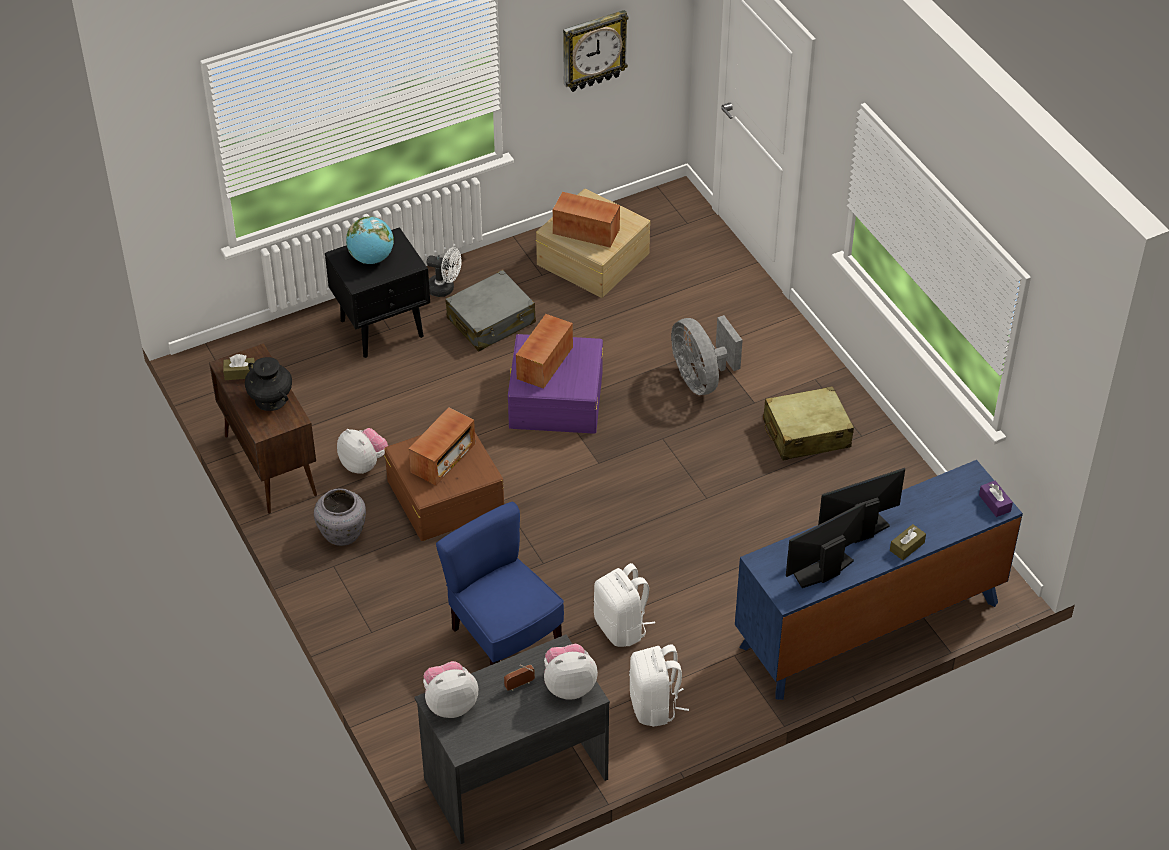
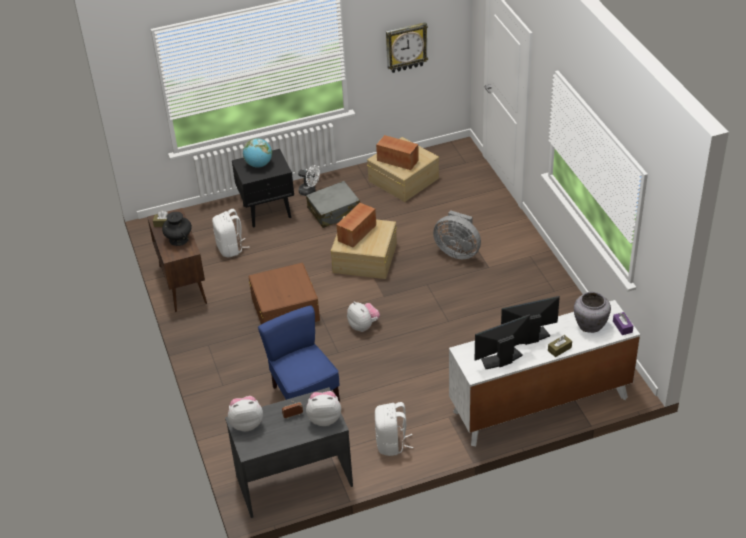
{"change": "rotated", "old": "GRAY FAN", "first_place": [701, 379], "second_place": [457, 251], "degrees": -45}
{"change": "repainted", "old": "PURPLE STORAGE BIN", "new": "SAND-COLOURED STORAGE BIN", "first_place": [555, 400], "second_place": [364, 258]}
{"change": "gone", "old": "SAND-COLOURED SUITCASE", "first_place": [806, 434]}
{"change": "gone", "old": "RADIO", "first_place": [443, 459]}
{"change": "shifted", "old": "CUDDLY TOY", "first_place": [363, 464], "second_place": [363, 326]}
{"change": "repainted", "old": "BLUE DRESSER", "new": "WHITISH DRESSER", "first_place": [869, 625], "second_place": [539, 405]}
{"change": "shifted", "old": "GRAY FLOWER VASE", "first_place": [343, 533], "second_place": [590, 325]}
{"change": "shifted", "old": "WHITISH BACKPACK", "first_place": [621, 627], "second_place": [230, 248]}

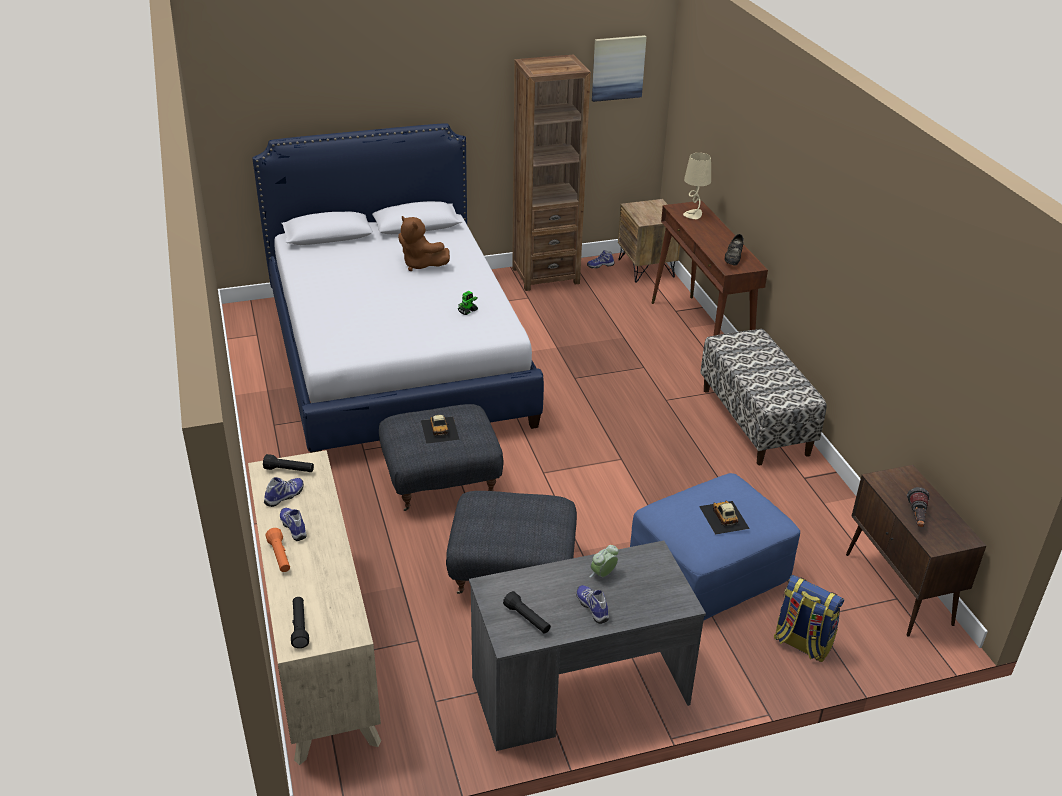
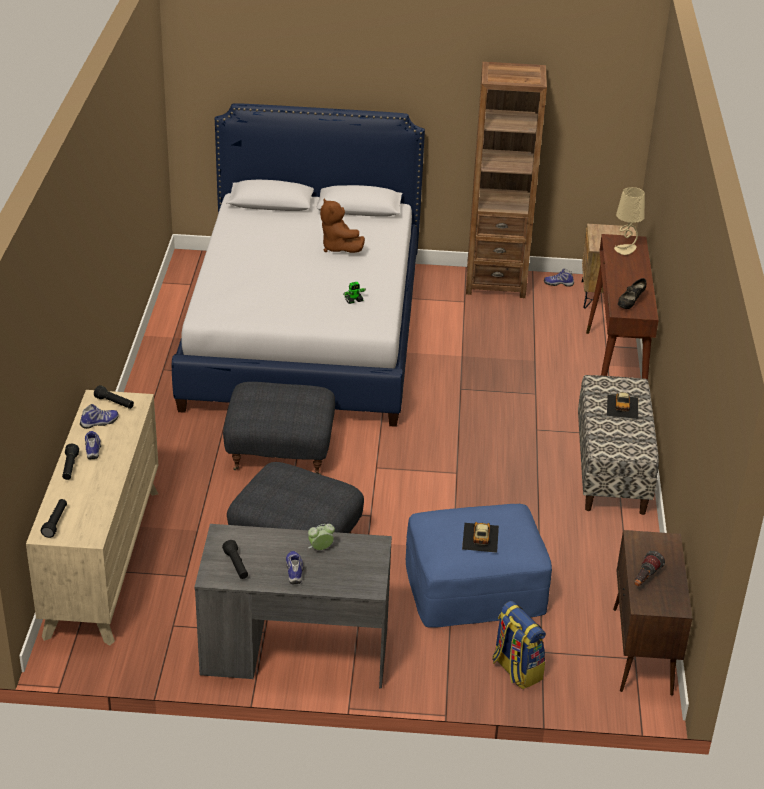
{"change": "gone", "old": "WALL ART", "first_place": [618, 68]}
{"change": "shifted", "old": "MINIATURE CAR", "first_place": [440, 429], "second_place": [622, 406]}
{"change": "repainted", "old": "ORANGEY TORCH", "new": "BLACK TORCH", "first_place": [280, 556], "second_place": [70, 467]}

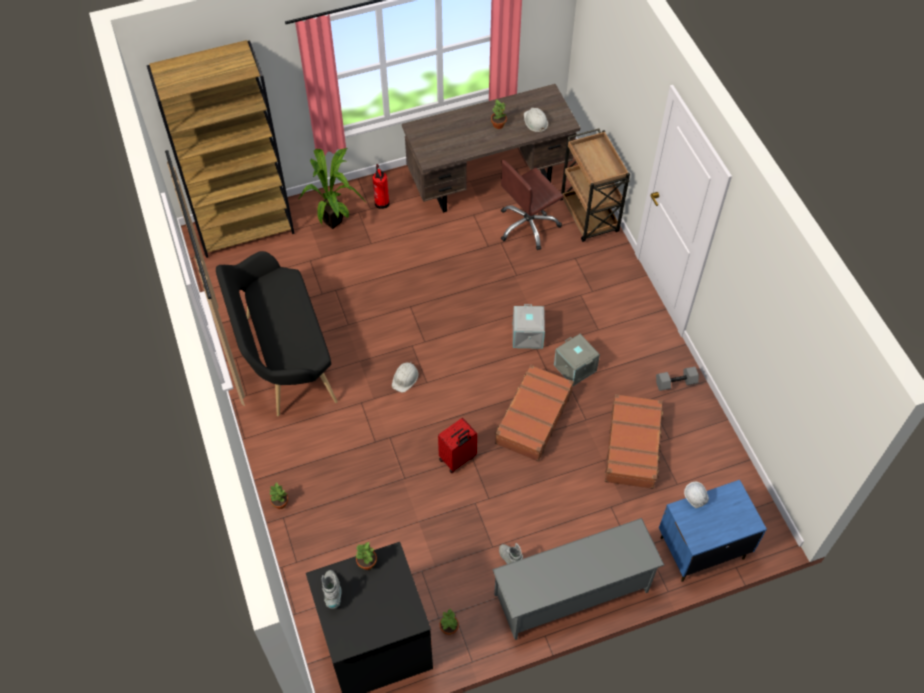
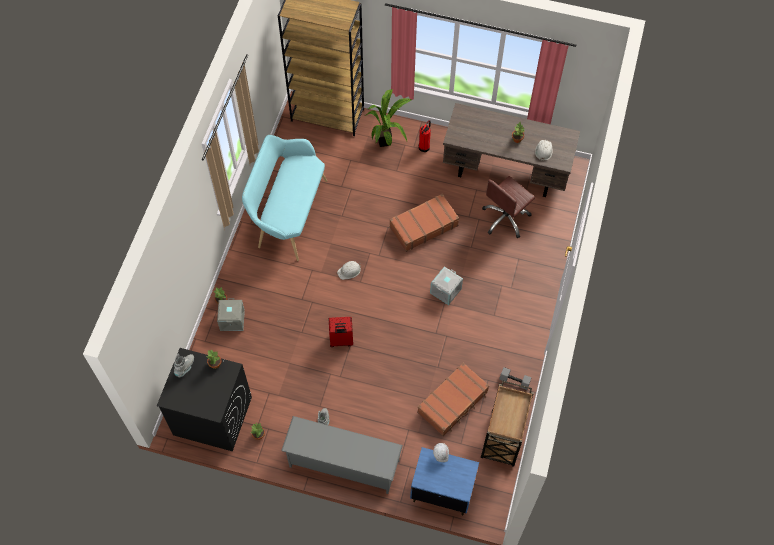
{"change": "shifted", "old": "BROWN-COLOURED TROLLEY", "first_place": [589, 216], "second_place": [502, 439]}
{"change": "rotated", "old": "BROWN-COLOURED COMPUTER CHAIR", "first_place": [528, 226], "second_place": [506, 218], "degrees": -45}
{"change": "repainted", "old": "BLACK BENCH", "new": "TURQUOISE-COLOURED BENCH", "first_place": [284, 358], "second_place": [288, 214]}
{"change": "shifted", "old": "GRAY STORAGE BIN", "first_place": [574, 368], "second_place": [231, 320]}
{"change": "shifted", "old": "BROWN-COLOURED SUITCASE", "first_place": [533, 418], "second_place": [423, 226]}

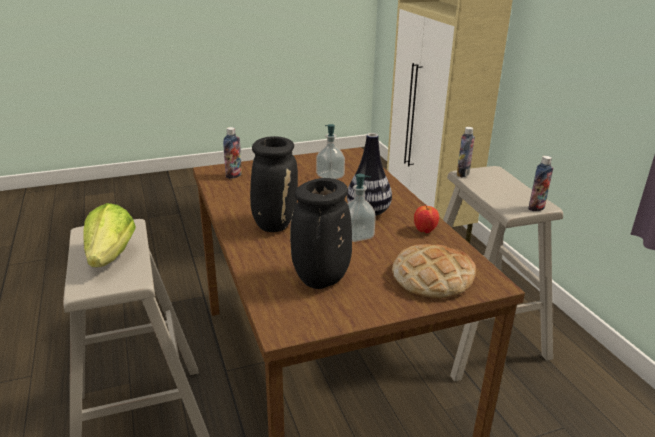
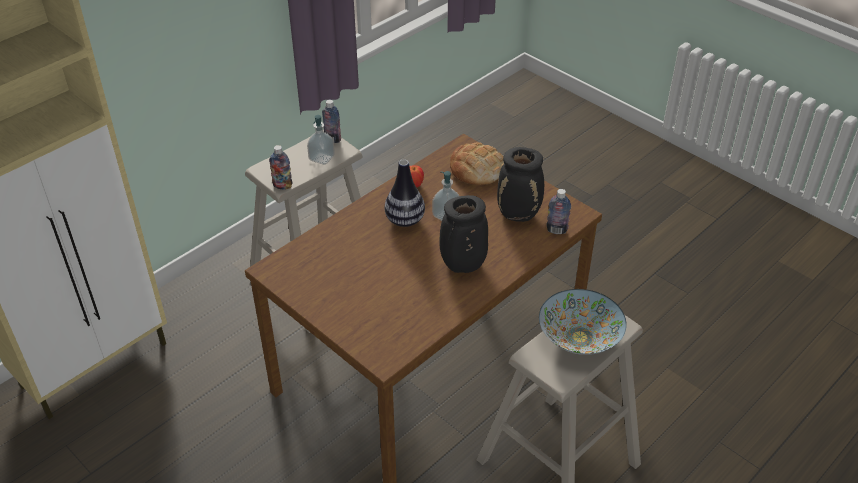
{"change": "shifted", "old": "LIQUID SOAP BOTTLE", "first_place": [330, 176], "second_place": [321, 158]}
{"change": "shifted", "old": "DRINK BOTTLE", "first_place": [234, 175], "second_place": [556, 230]}
{"change": "swapped", "old": "LETTUCE", "new": "SERVING BOWL", "first_place": [110, 257], "second_place": [579, 337]}

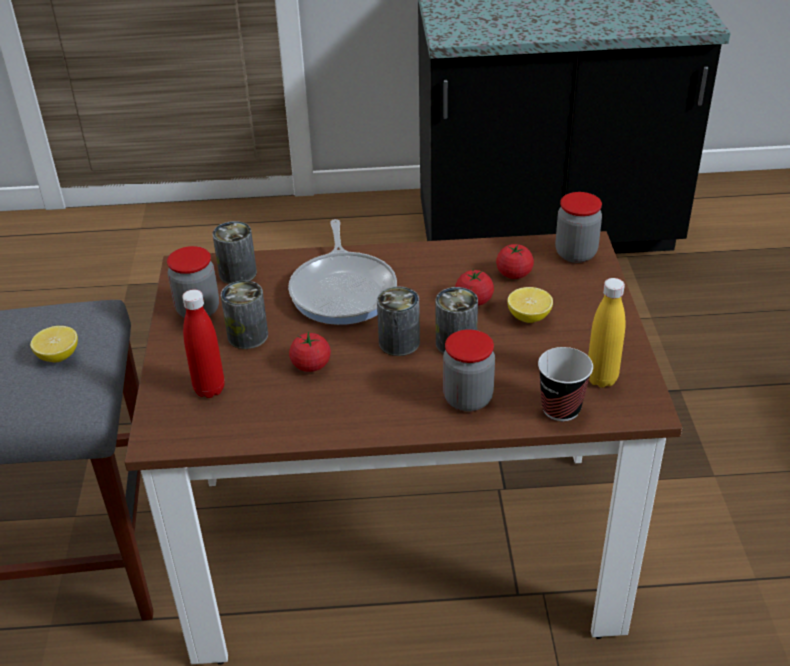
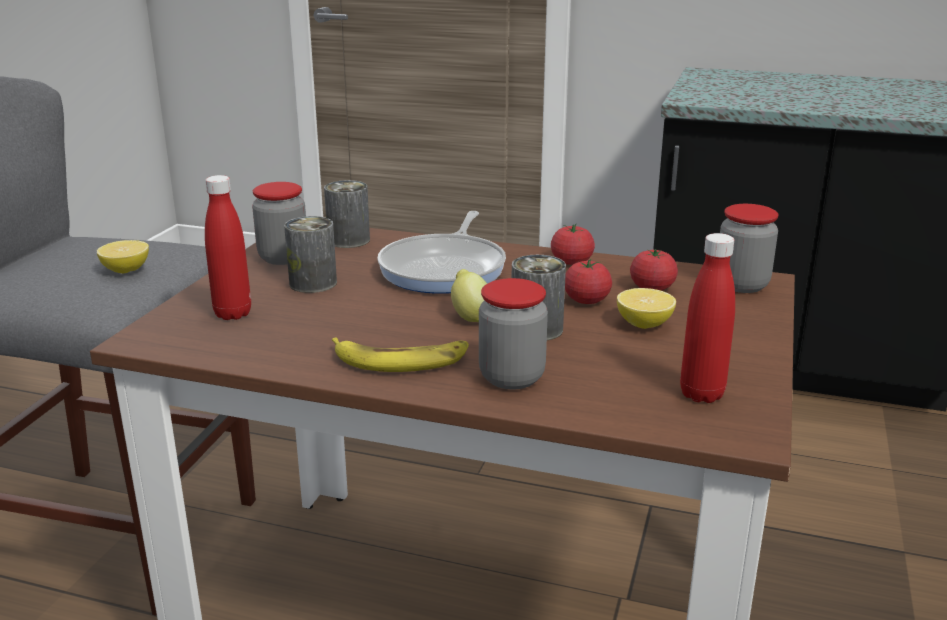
{"change": "repainted", "old": "YELLOW DRINK BOTTLE", "new": "RED-COLOURED DRINK BOTTLE", "first_place": [601, 379], "second_place": [701, 394]}
{"change": "swapped", "old": "METAL CAN", "new": "CITRUS FRUIT", "first_place": [399, 342], "second_place": [470, 317]}
{"change": "shifted", "old": "FRESH TOMATO", "first_place": [311, 365], "second_place": [571, 262]}
{"change": "gone", "old": "SMALL CUP", "first_place": [561, 408]}
{"change": "new", "new": "WHOLE BANANA", "second_place": [401, 360]}

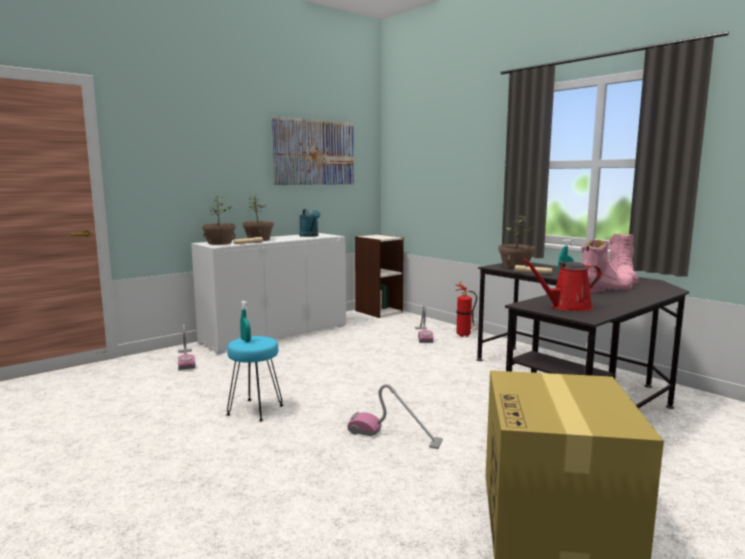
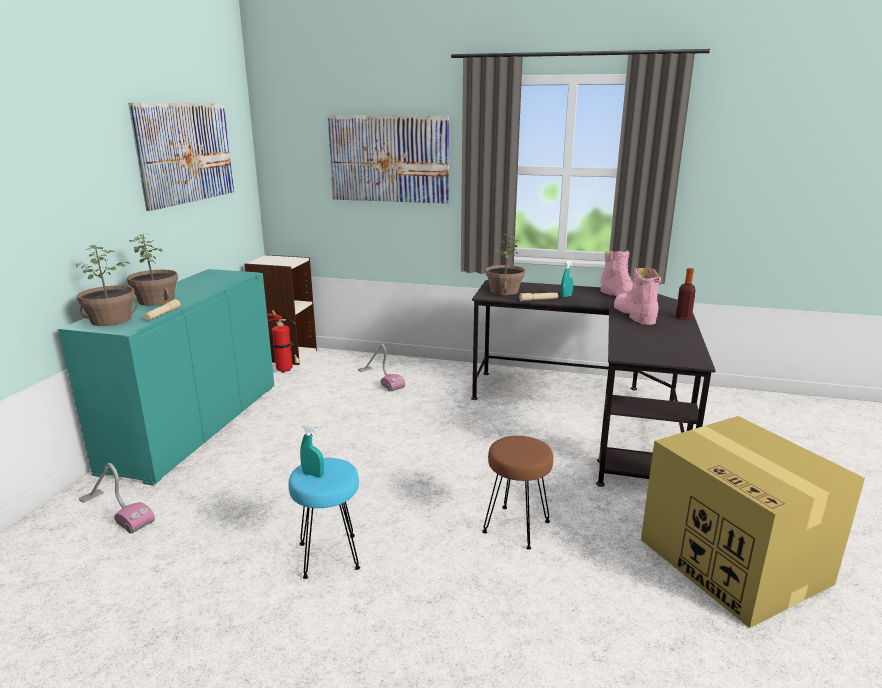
{"change": "gone", "old": "TURQUOISE-COLOURED WATERING CAN", "first_place": [310, 236]}
{"change": "repainted", "old": "WHITISH CUPBOARD", "new": "TURQUOISE-COLOURED CUPBOARD", "first_place": [275, 334], "second_place": [195, 426]}
{"change": "rotated", "old": "PINK-COLOURED BOOT", "first_place": [604, 289], "second_place": [634, 314], "degrees": -45}
{"change": "gone", "old": "RED-COLOURED WATERING CAN", "first_place": [567, 307]}
{"change": "shifted", "old": "EXTINGUISHER", "first_place": [465, 336], "second_place": [286, 370]}
{"change": "swapped", "old": "VACUUM CLEANER", "new": "BROWN-COLOURED SITTING STOOL", "first_place": [394, 436], "second_place": [517, 527]}
{"change": "new", "new": "WALL ART", "second_place": [388, 159]}
{"change": "new", "new": "DRINK BOTTLE", "second_place": [683, 317]}

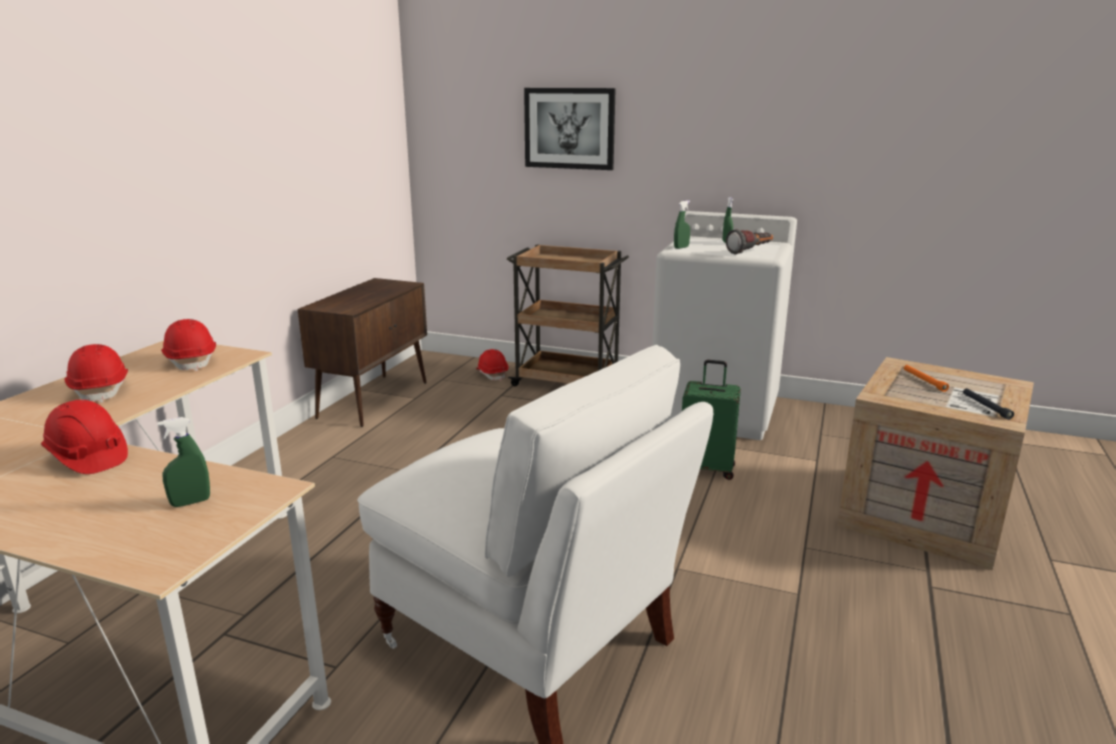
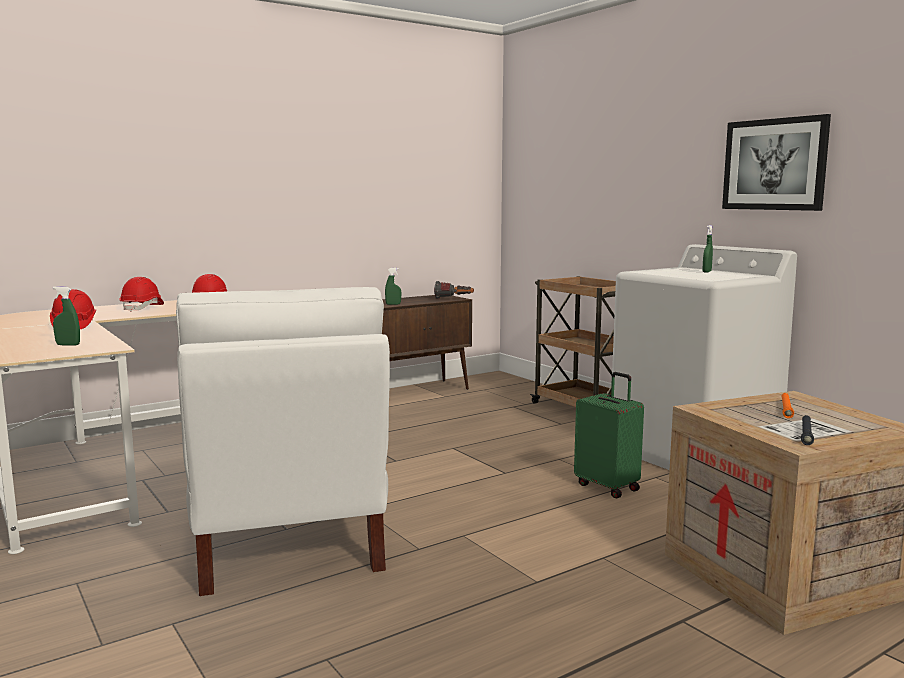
{"change": "shifted", "old": "WALL ART", "first_place": [569, 128], "second_place": [774, 164]}
{"change": "shifted", "old": "GREEN SPRAYER", "first_place": [681, 247], "second_place": [393, 304]}
{"change": "shifted", "old": "TORCH", "first_place": [751, 252], "second_place": [453, 299]}
{"change": "gone", "old": "RED-COLOURED SAFETY HELMET", "first_place": [492, 374]}

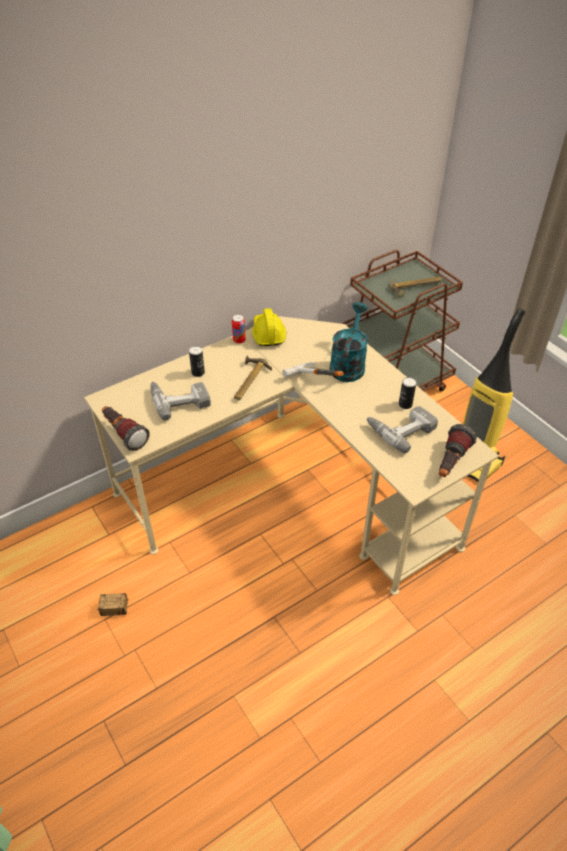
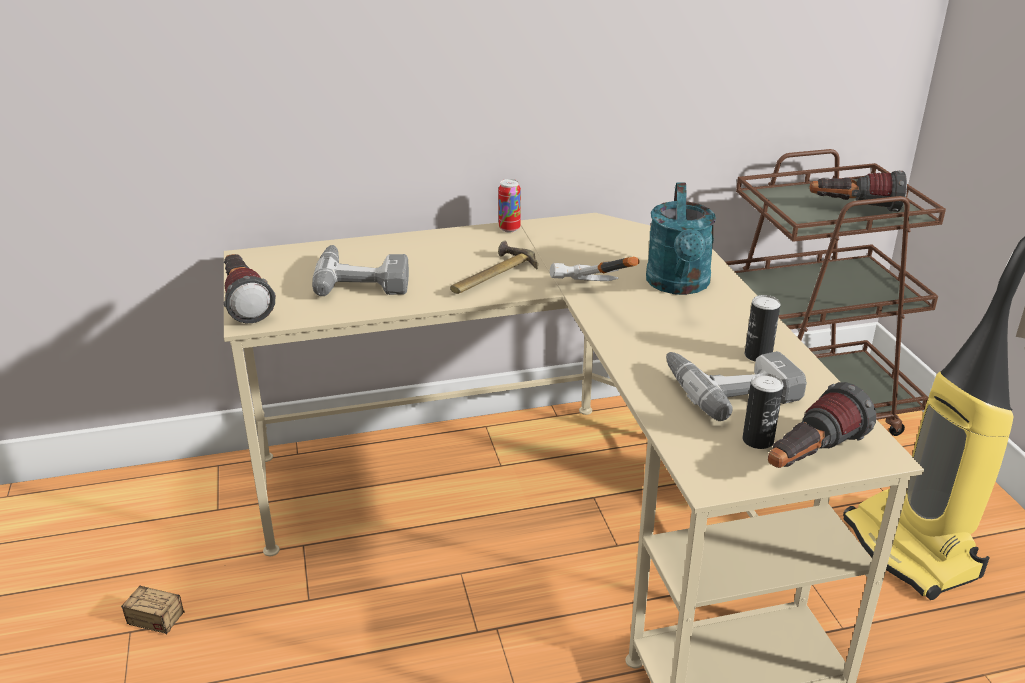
{"change": "swapped", "old": "TOOL HAMMER", "new": "TORCH", "first_place": [415, 287], "second_place": [853, 208]}
{"change": "rotated", "old": "TURQUOISE-COLOURED WATERING CAN", "first_place": [348, 364], "second_place": [679, 285], "degrees": 150}
{"change": "gone", "old": "YELLOW SAFETY HELMET", "first_place": [268, 333]}
{"change": "shifted", "old": "METAL CAN", "first_place": [198, 372], "second_place": [758, 440]}

